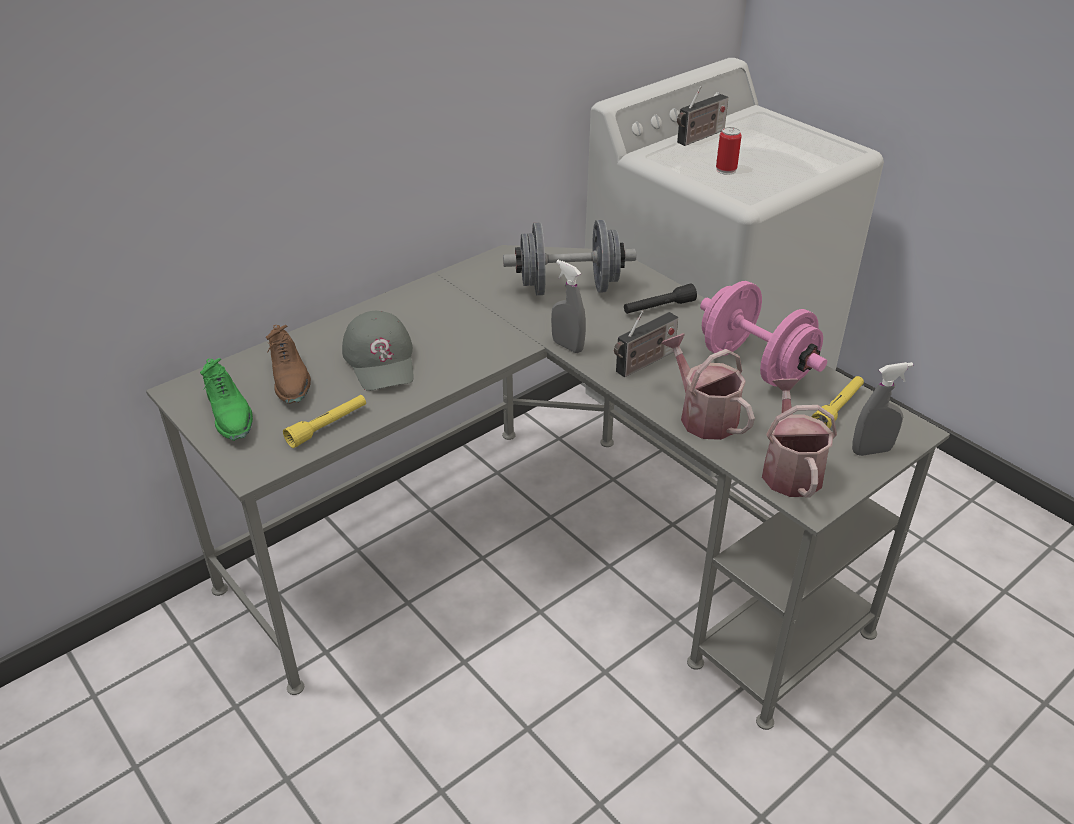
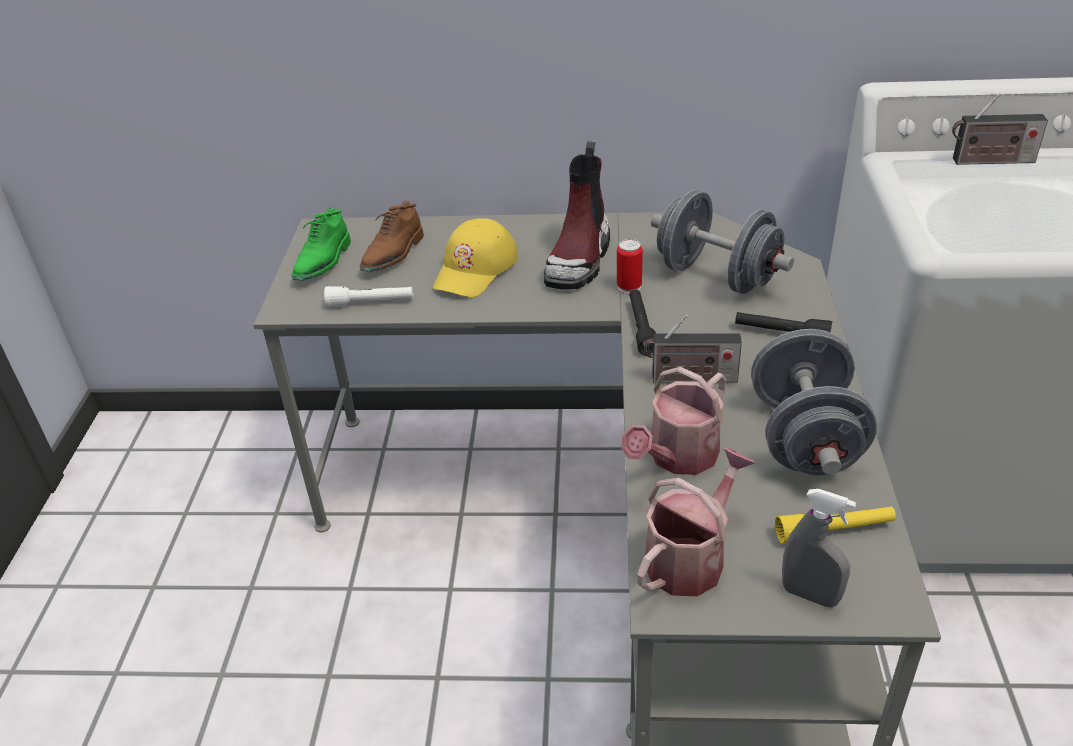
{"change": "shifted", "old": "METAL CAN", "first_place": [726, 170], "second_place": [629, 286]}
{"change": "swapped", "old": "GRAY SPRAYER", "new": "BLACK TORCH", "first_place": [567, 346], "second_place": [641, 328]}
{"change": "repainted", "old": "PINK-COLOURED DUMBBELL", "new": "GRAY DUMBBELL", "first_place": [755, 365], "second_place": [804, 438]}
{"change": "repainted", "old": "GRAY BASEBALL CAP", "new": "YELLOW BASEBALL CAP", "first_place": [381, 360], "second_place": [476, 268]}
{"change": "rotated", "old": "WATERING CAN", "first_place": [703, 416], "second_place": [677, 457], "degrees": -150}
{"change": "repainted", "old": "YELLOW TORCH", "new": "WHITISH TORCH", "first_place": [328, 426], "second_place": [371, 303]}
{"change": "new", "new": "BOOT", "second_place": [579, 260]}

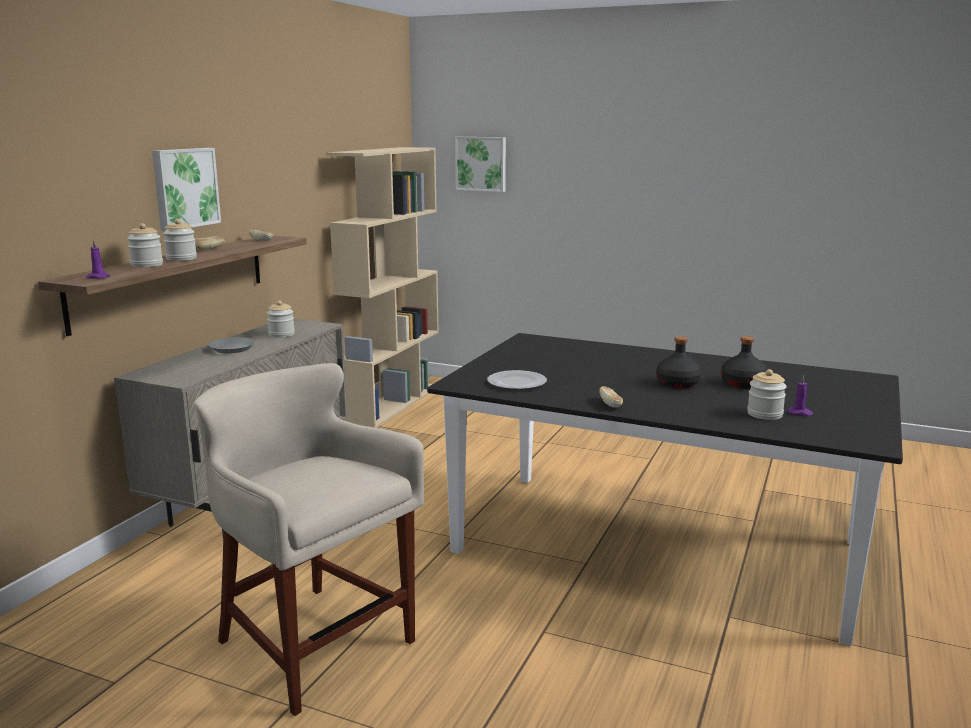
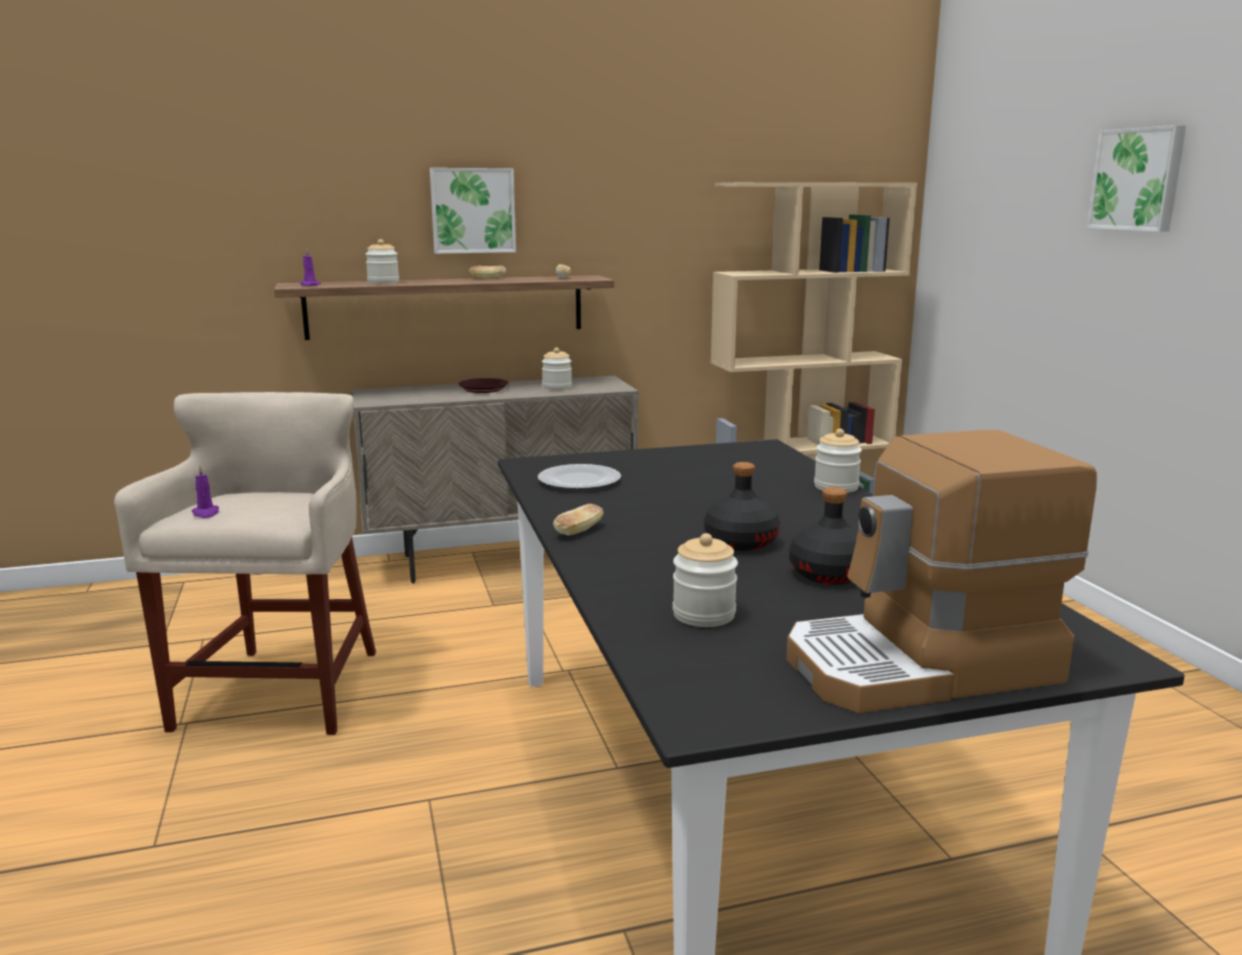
{"change": "shifted", "old": "WALL ART", "first_place": [481, 163], "second_place": [1138, 179]}
{"change": "shifted", "old": "PRESERVE JAR", "first_place": [181, 259], "second_place": [836, 487]}
{"change": "repainted", "old": "GRAY DINNER PLATE", "new": "BROWN-COLOURED DINNER PLATE", "first_place": [232, 349], "second_place": [483, 389]}
{"change": "shifted", "old": "PURPLE WAX CANDLE", "first_place": [800, 413], "second_place": [206, 513]}
{"change": "new", "new": "COFFEE BREWER", "second_place": [922, 666]}

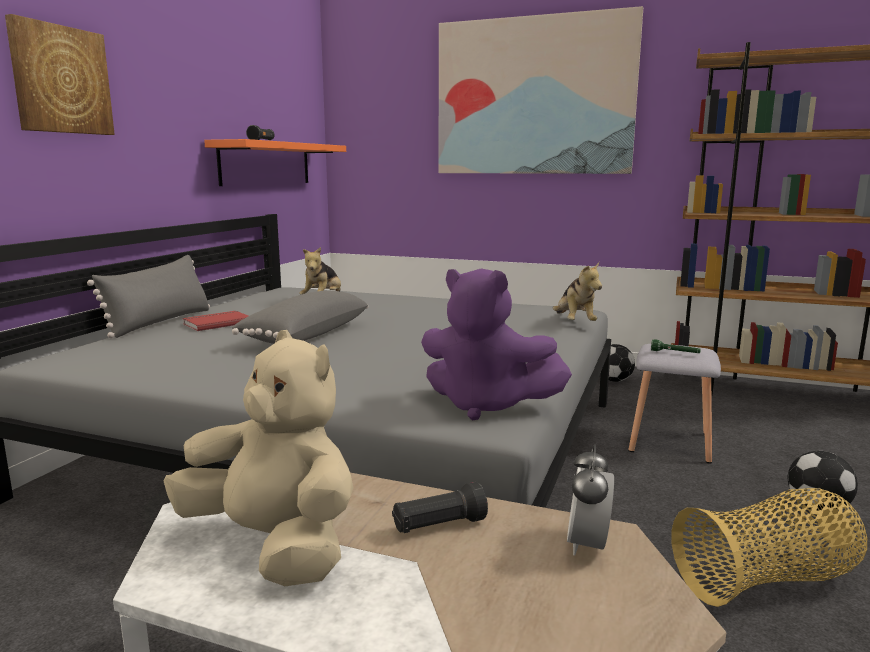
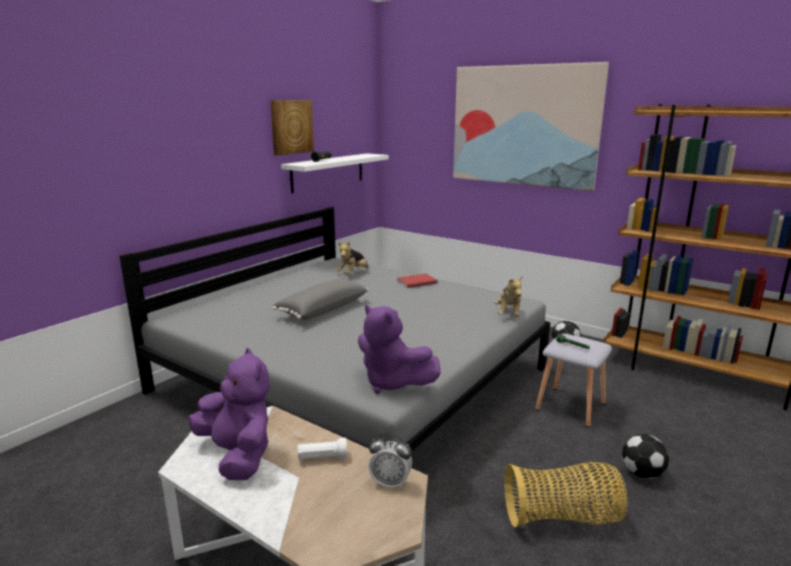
{"change": "shifted", "old": "WALL ART", "first_place": [61, 80], "second_place": [291, 127]}
{"change": "repainted", "old": "ORANGEY WALL SHELF", "new": "WHITISH WALL SHELF", "first_place": [266, 164], "second_place": [328, 172]}
{"change": "gone", "old": "GRAY THROW PILLOW", "first_place": [160, 322]}
{"change": "shifted", "old": "RED-COLOURED BOUND BOOK", "first_place": [216, 323], "second_place": [416, 282]}
{"change": "repainted", "old": "SAND-COLOURED CUDDLY TOY", "new": "PURPLE CUDDLY TOY", "first_place": [274, 544], "second_place": [238, 455]}
{"change": "rotated", "old": "ALARM CLOCK", "first_place": [587, 545], "second_place": [390, 483], "degrees": -105}
{"change": "repainted", "old": "BLACK TORCH", "new": "WHITISH TORCH", "first_place": [438, 526], "second_place": [322, 458]}

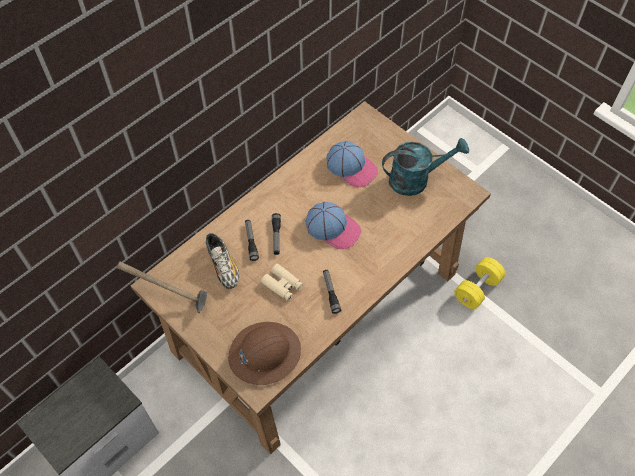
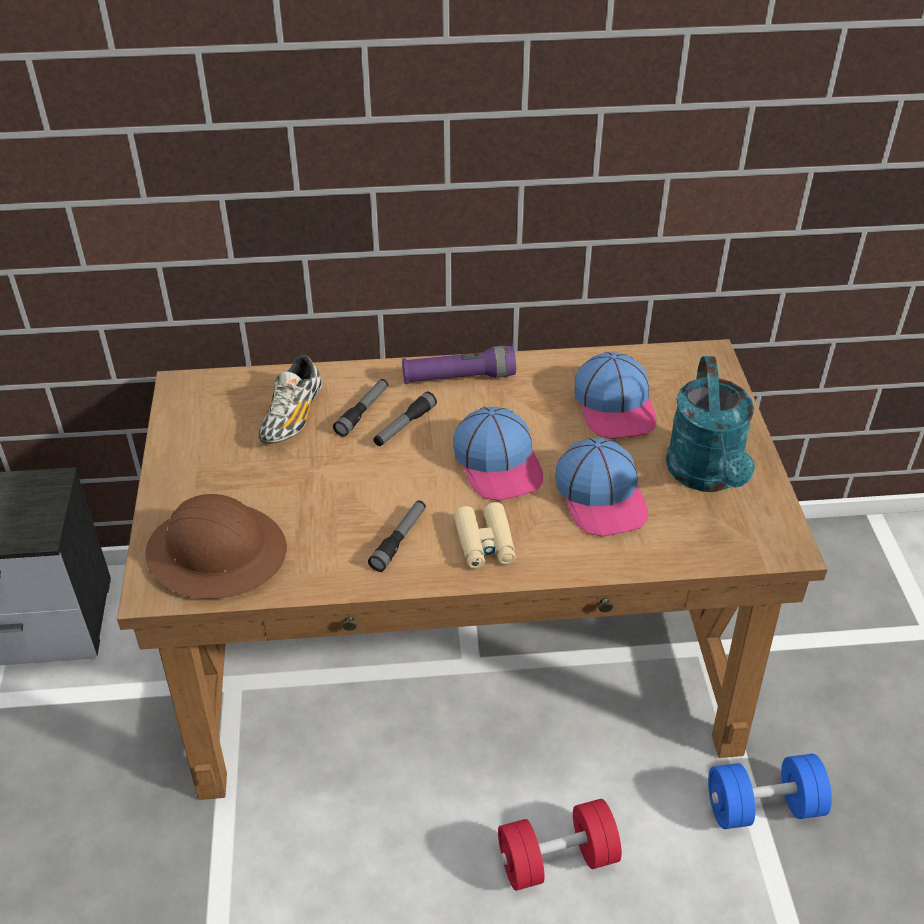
{"change": "rotated", "old": "TURQUOISE-COLOURED WATERING CAN", "first_place": [416, 179], "second_place": [707, 476], "degrees": 60}
{"change": "repainted", "old": "YELLOW DUMBBELL", "new": "BLUE DUMBBELL", "first_place": [477, 289], "second_place": [763, 806]}
{"change": "gone", "old": "TOOL HAMMER", "first_place": [171, 299]}
{"change": "shifted", "old": "SAND-COLOURED PAIR OF BINOCULARS", "first_place": [282, 285], "second_place": [485, 543]}
{"change": "new", "new": "PURPLE TORCH", "second_place": [458, 378]}
{"change": "new", "new": "BASEBALL CAP", "second_place": [601, 497]}
{"change": "new", "new": "RED-COLOURED DUMBBELL", "second_place": [557, 859]}

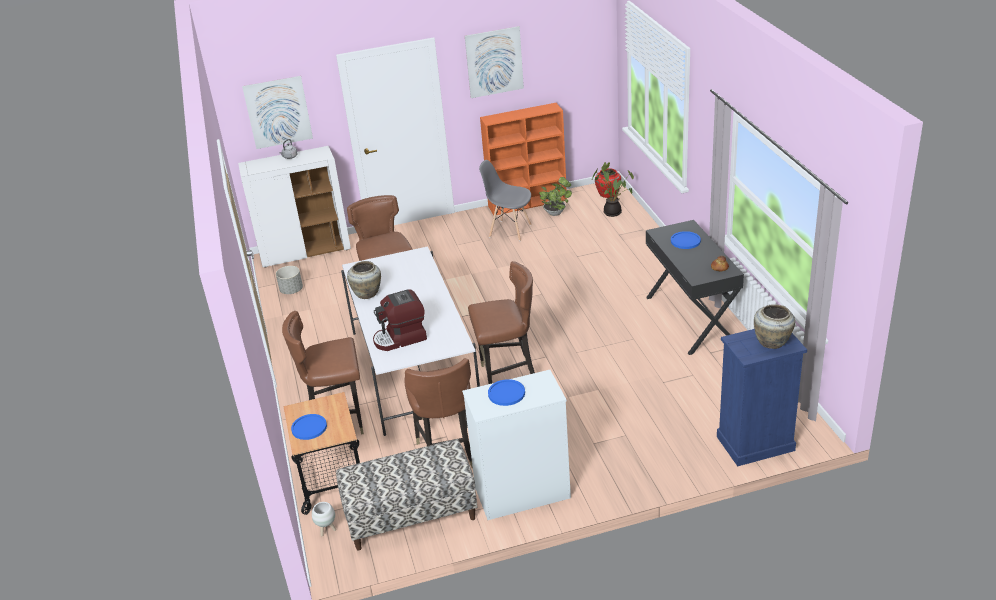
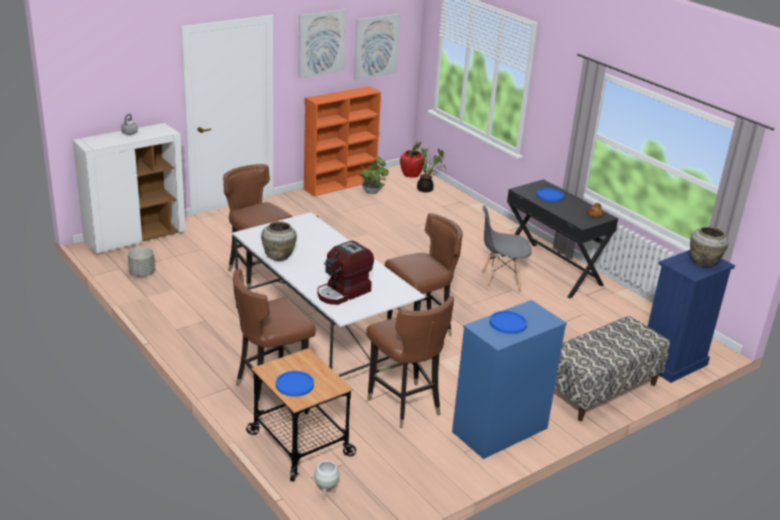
{"change": "shifted", "old": "WALL ART", "first_place": [278, 112], "second_place": [376, 46]}
{"change": "shifted", "old": "GRAY UPRIGHT CHAIR", "first_place": [509, 230], "second_place": [500, 283]}
{"change": "repainted", "old": "WHITISH DRESSER", "new": "BLUE DRESSER", "first_place": [521, 493], "second_place": [499, 430]}
{"change": "shifted", "old": "BENCH", "first_place": [411, 517], "second_place": [601, 390]}

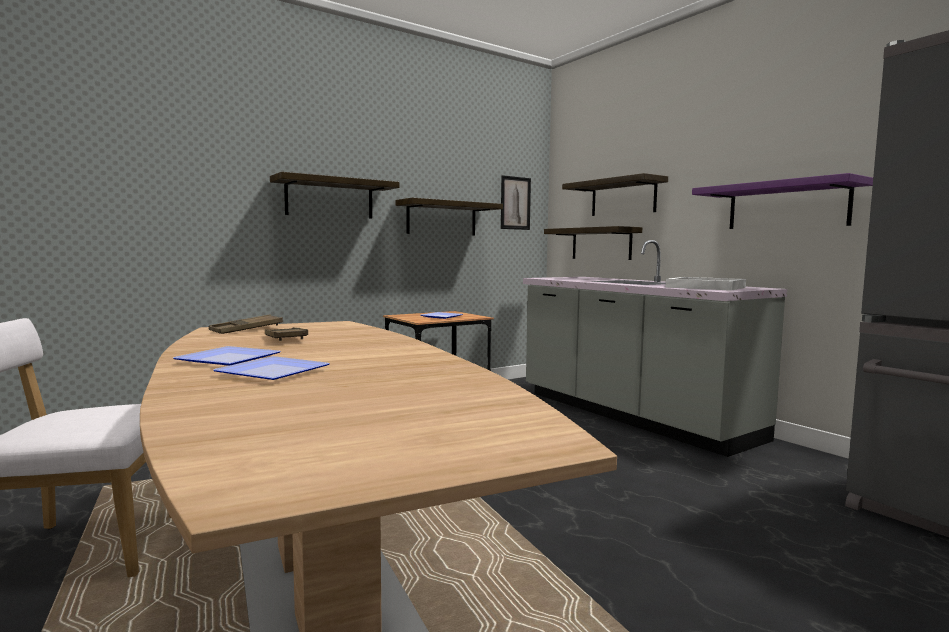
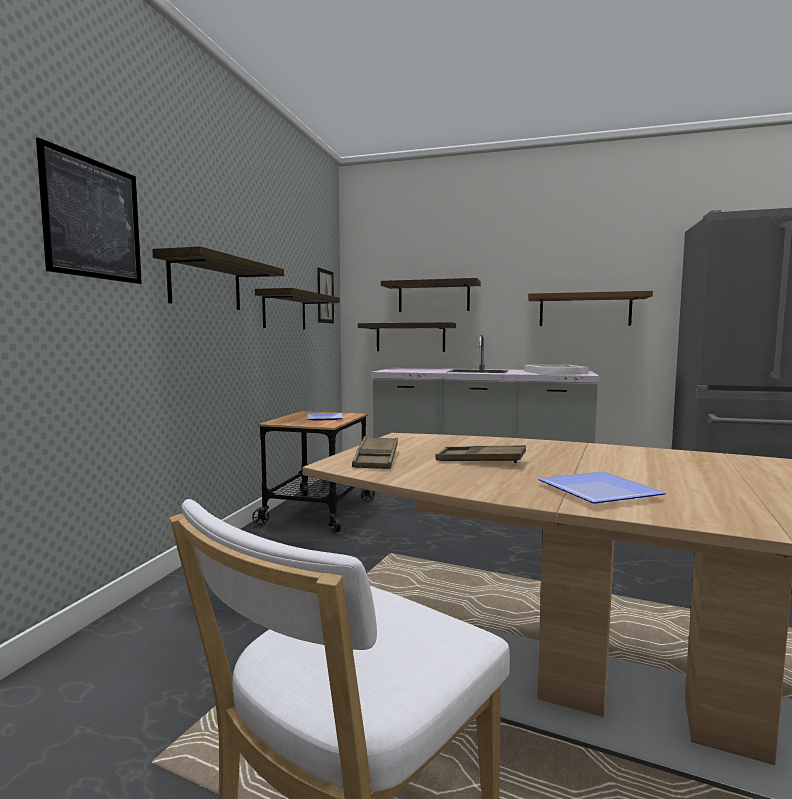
{"change": "repainted", "old": "PURPLE WALL SHELF", "new": "BROWN-COLOURED WALL SHELF", "first_place": [787, 206], "second_place": [584, 310]}
{"change": "gone", "old": "DINNER PLATE", "first_place": [273, 373]}
{"change": "new", "new": "WALL ART", "second_place": [93, 219]}

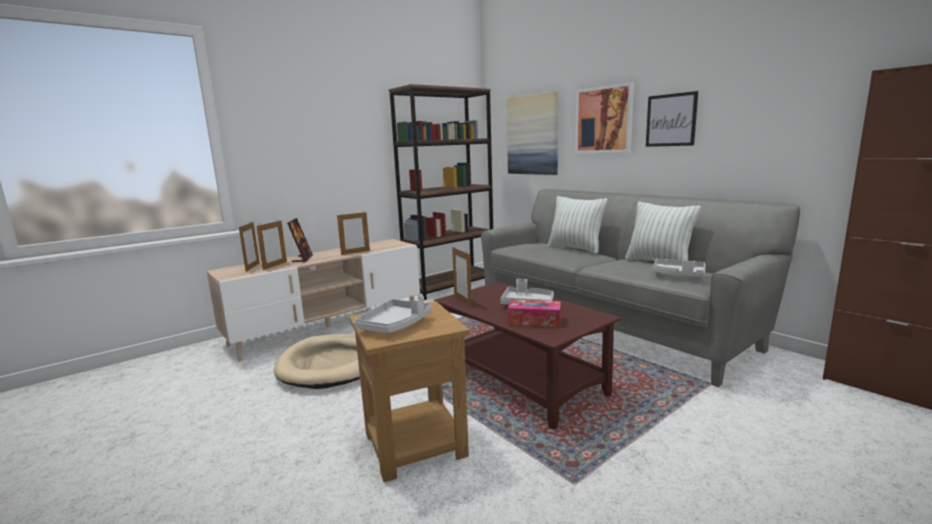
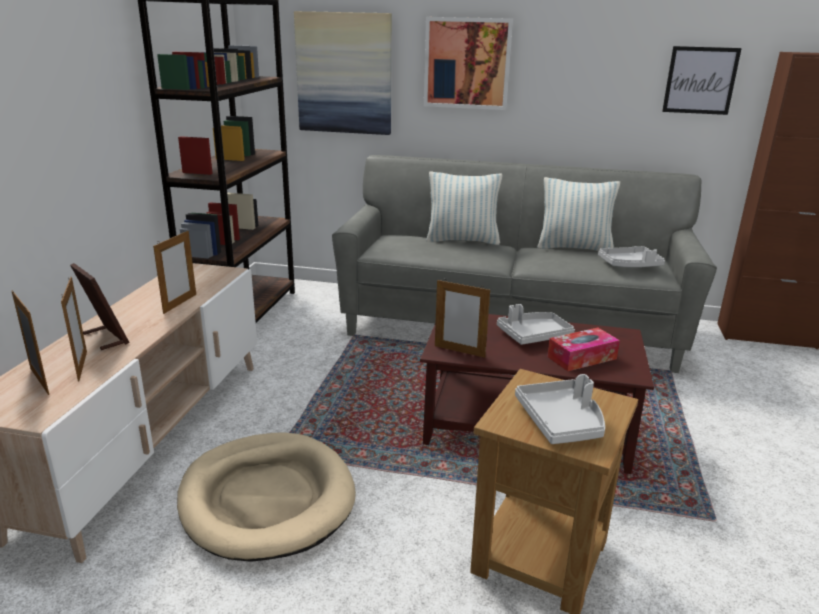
{"change": "shifted", "old": "WALL ART", "first_place": [671, 120], "second_place": [700, 80]}

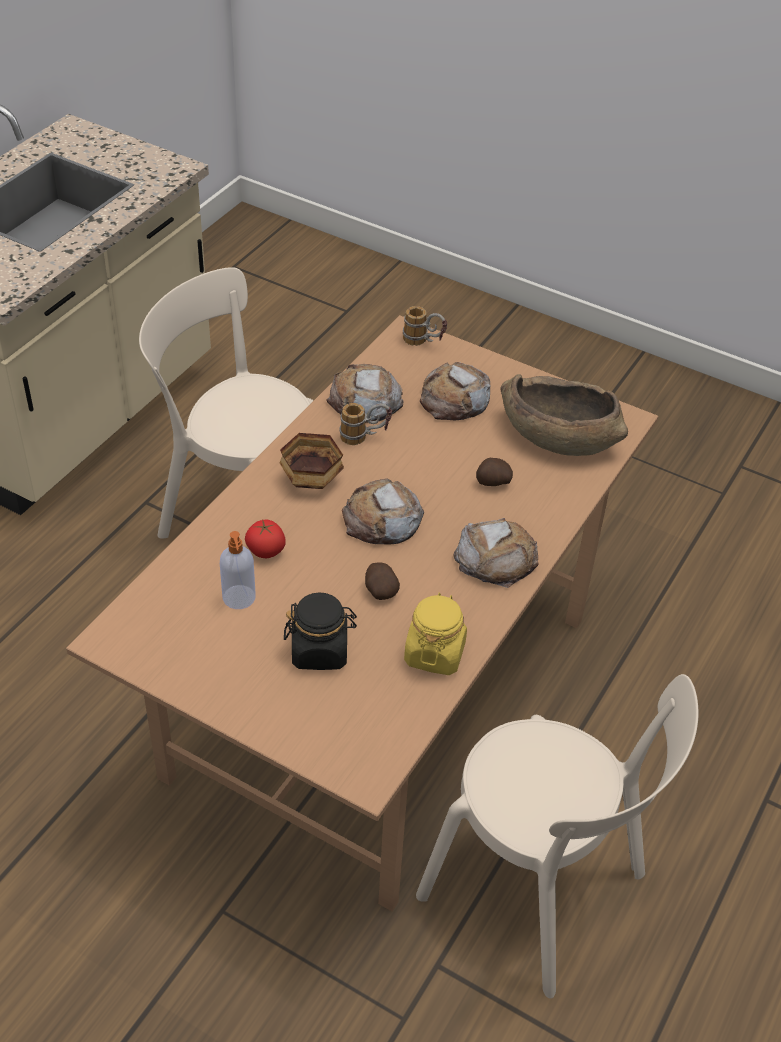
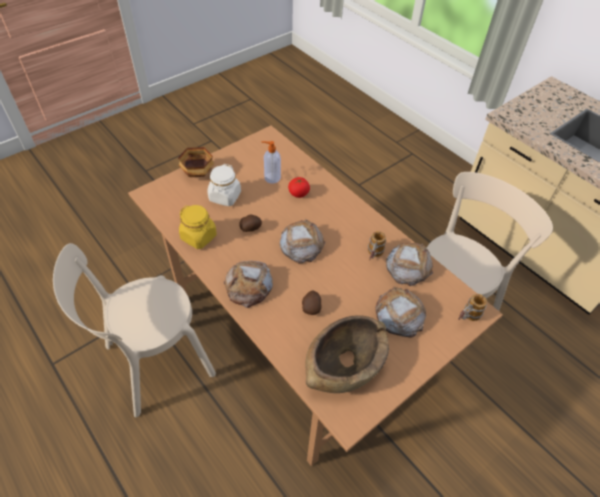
{"change": "shifted", "old": "SERVING BOWL", "first_place": [312, 481], "second_place": [197, 172]}
{"change": "repainted", "old": "BLACK PRESERVE JAR", "new": "WHITISH PRESERVE JAR", "first_place": [320, 651], "second_place": [225, 197]}

